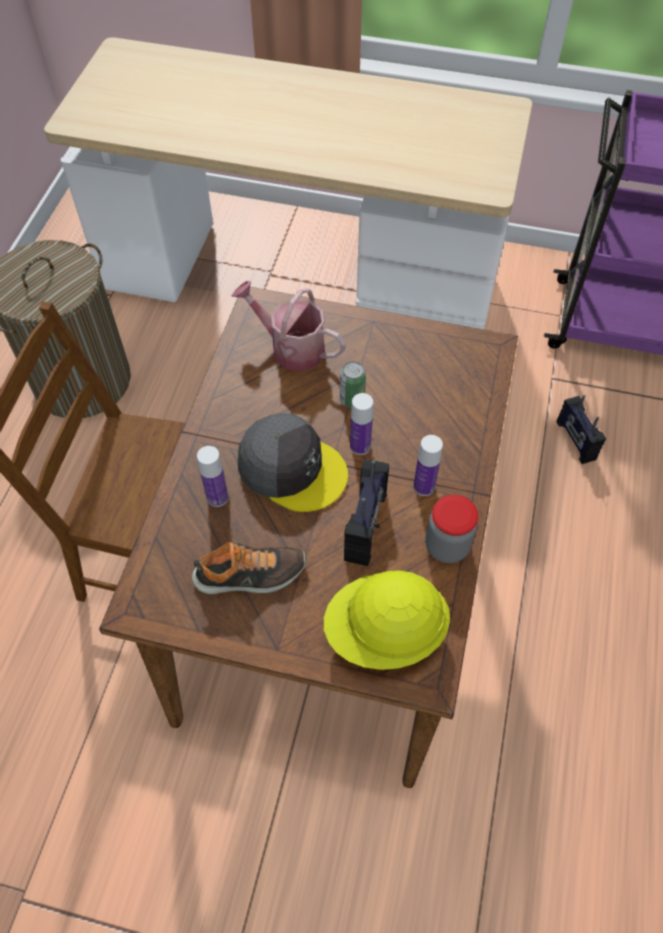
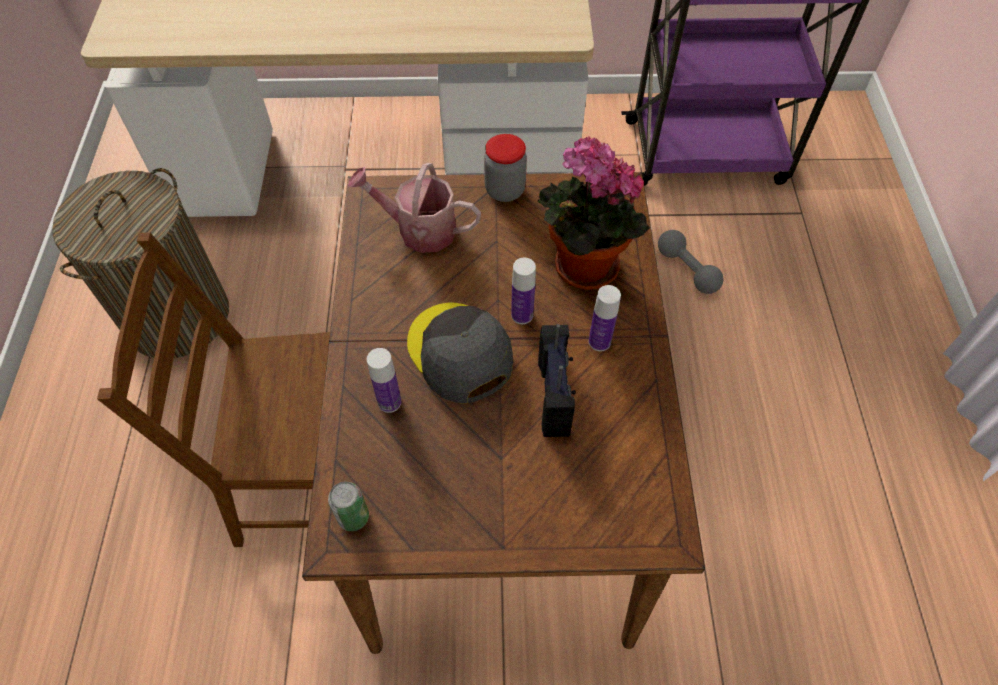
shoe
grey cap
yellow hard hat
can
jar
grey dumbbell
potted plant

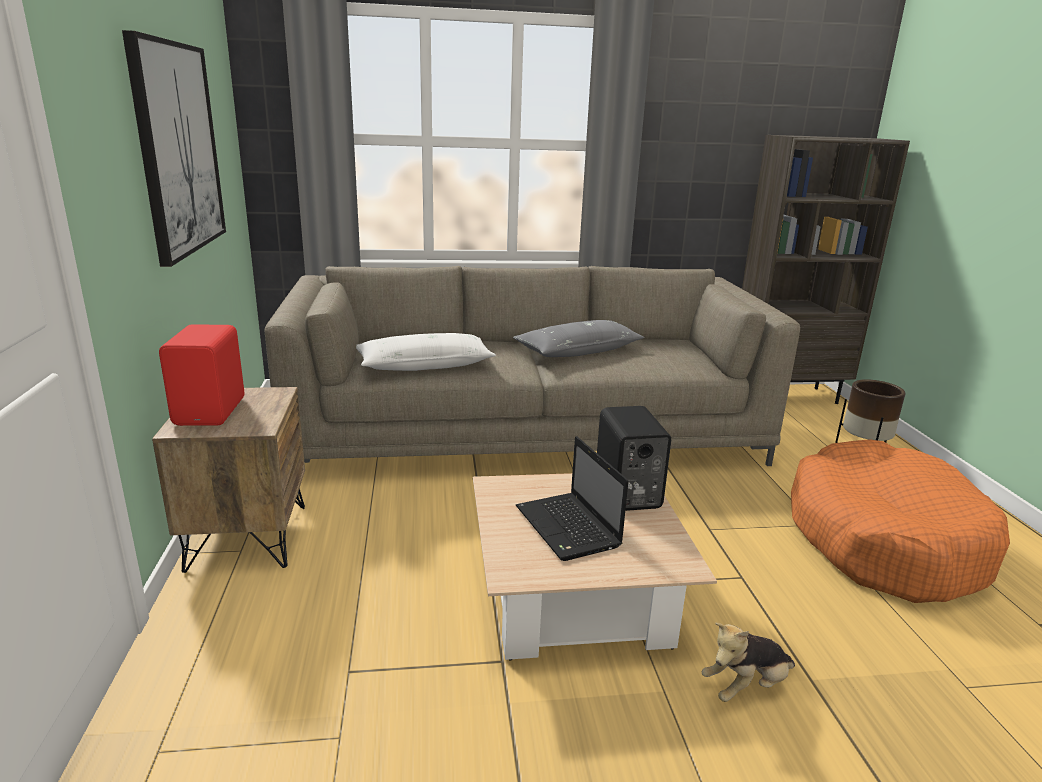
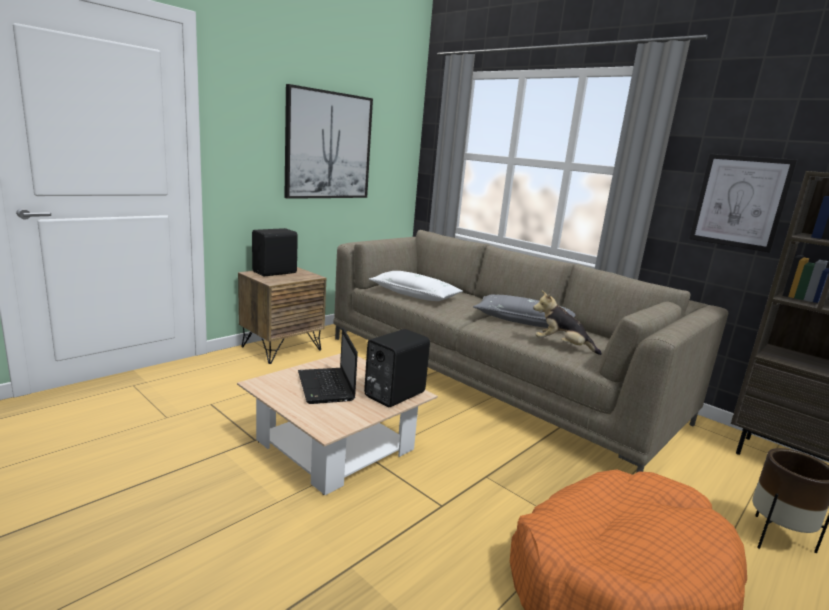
black speaker (no. 1 from left)
laptop
plush toy
picture (no. 2 from left)

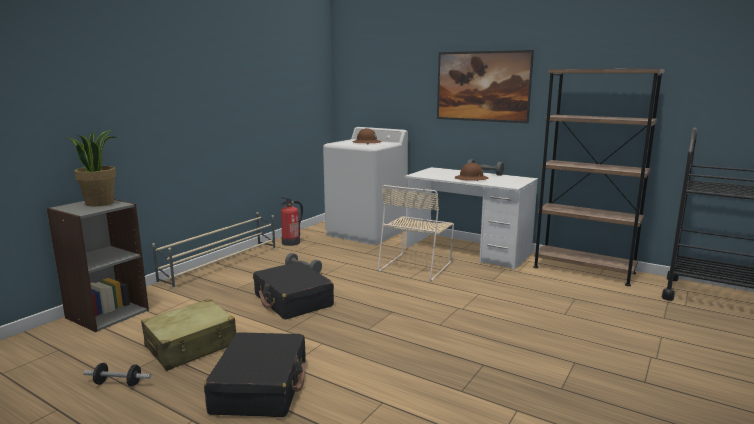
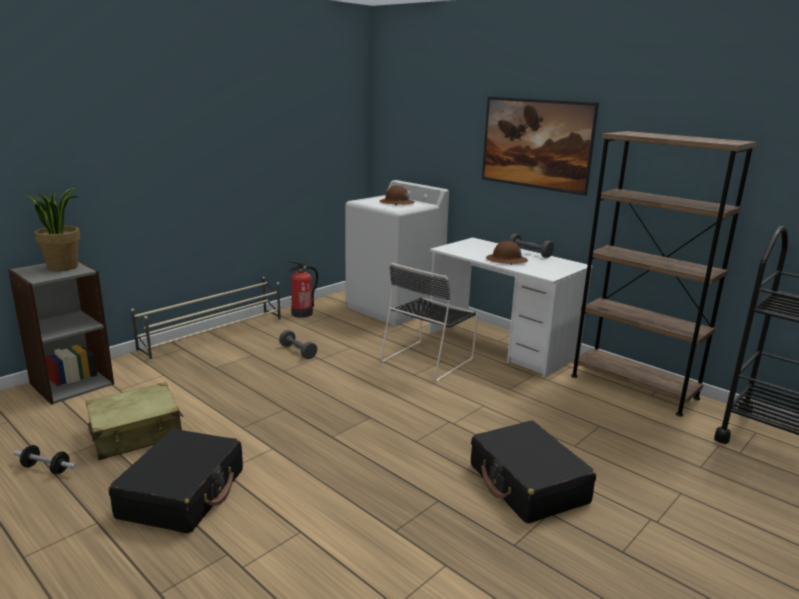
black suitcase (no. 2 from left)
black chair

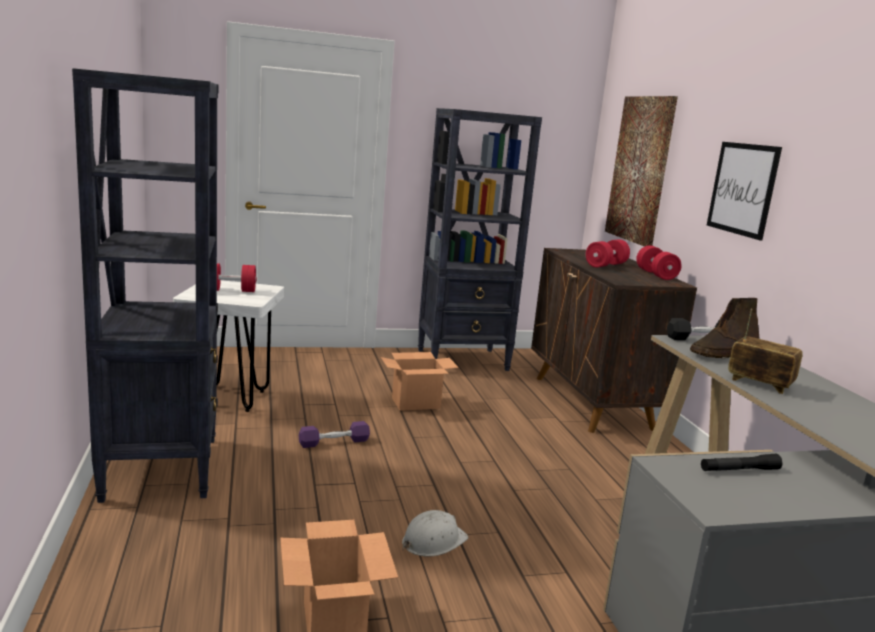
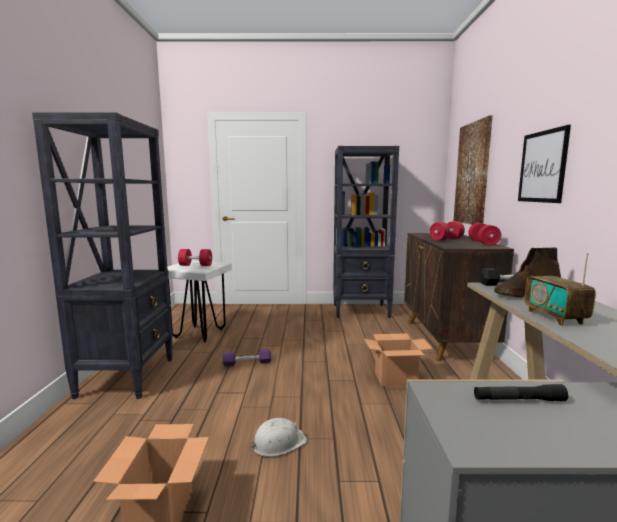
cardboard box (no. 2 from left)
radio

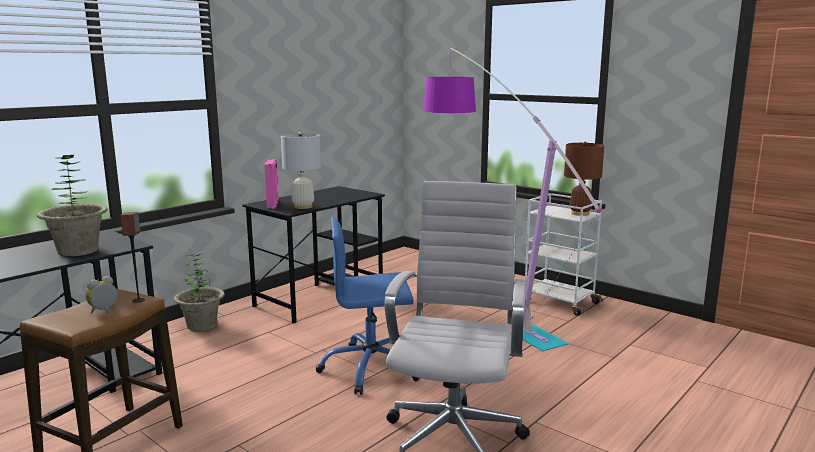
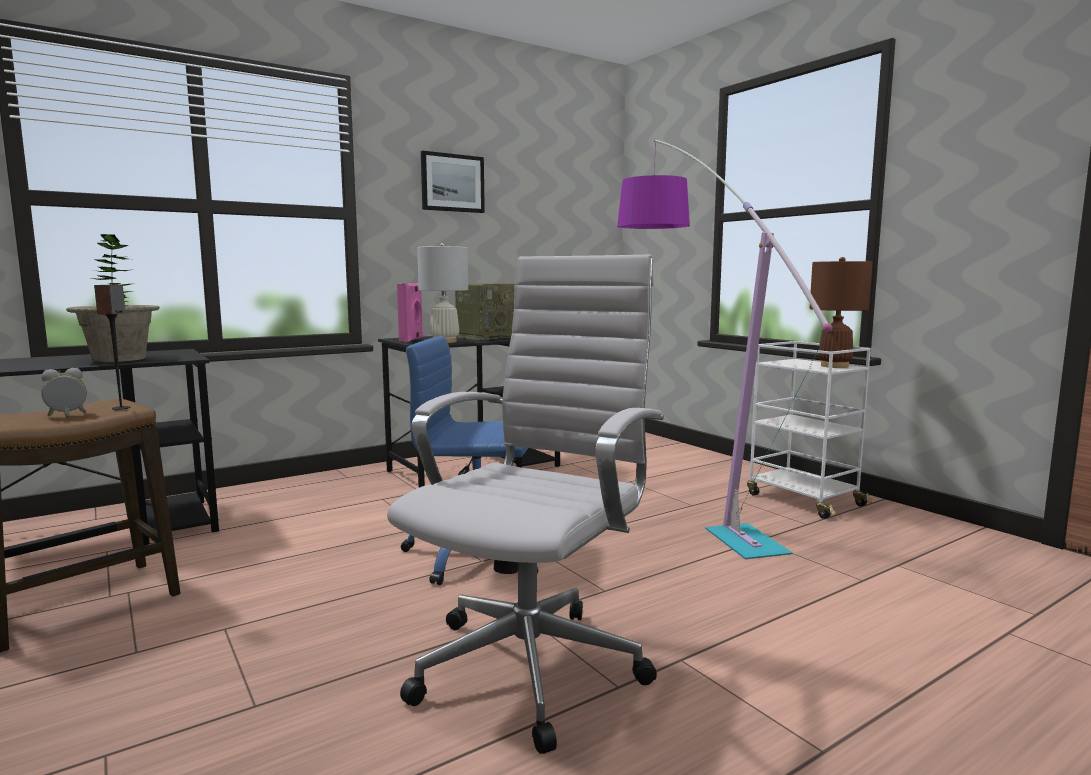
potted plant (no. 2 from left in the first image)
picture
radio

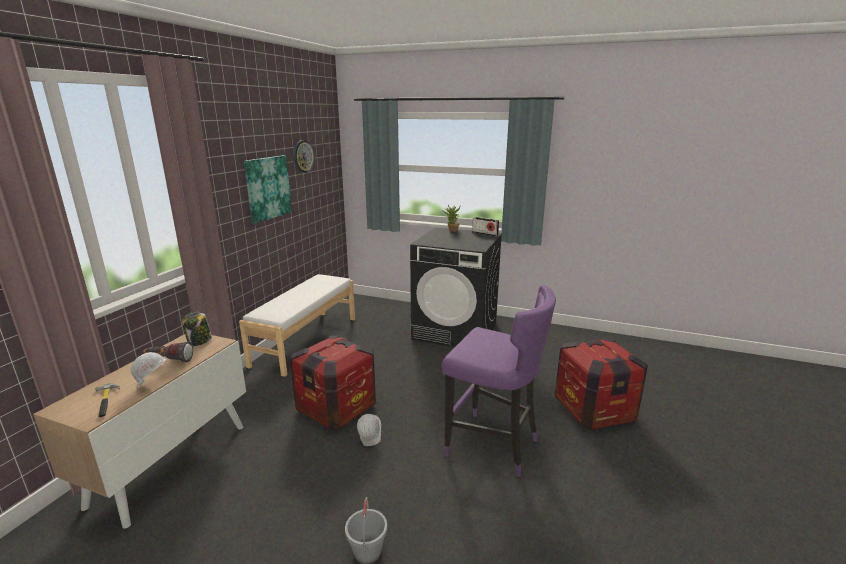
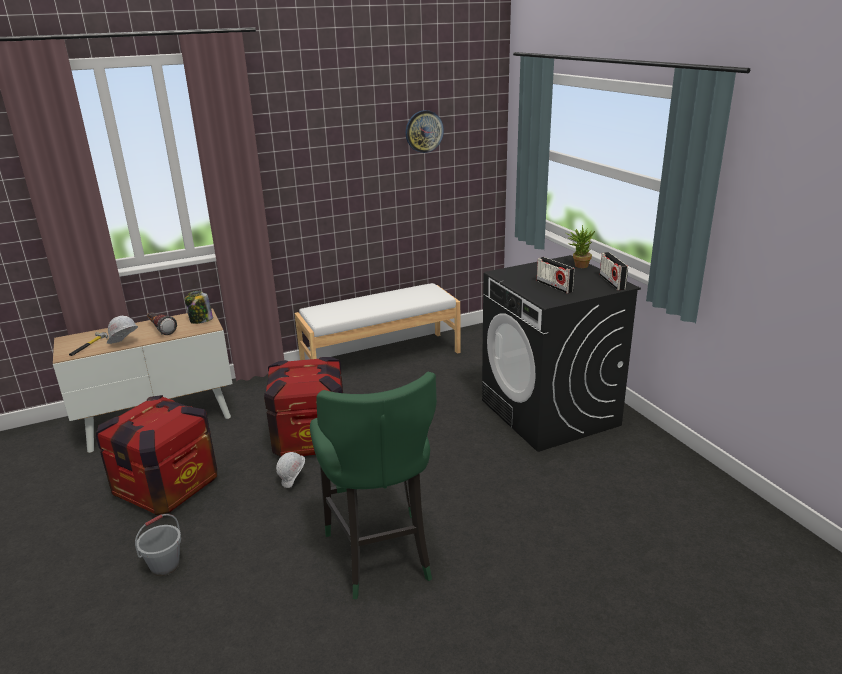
picture
green stool
crate (no. 1 from left)
radio (no. 1 from left)

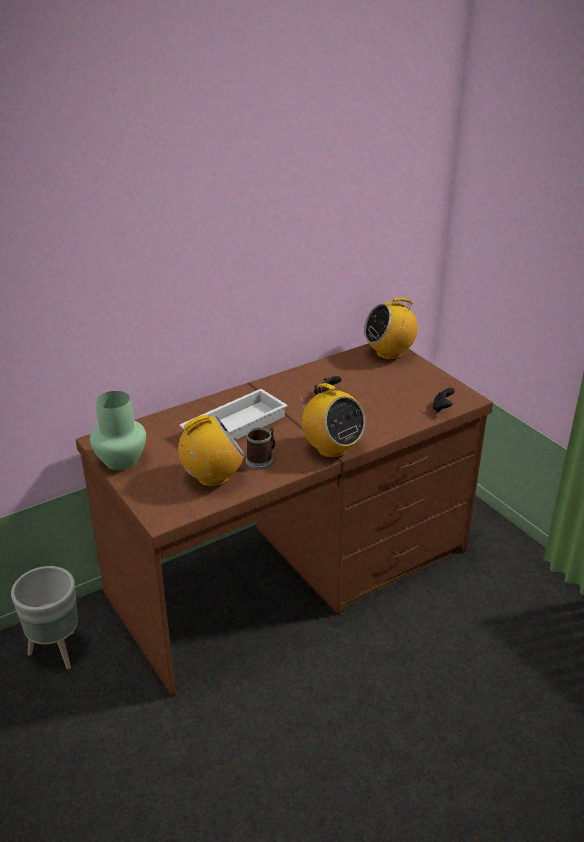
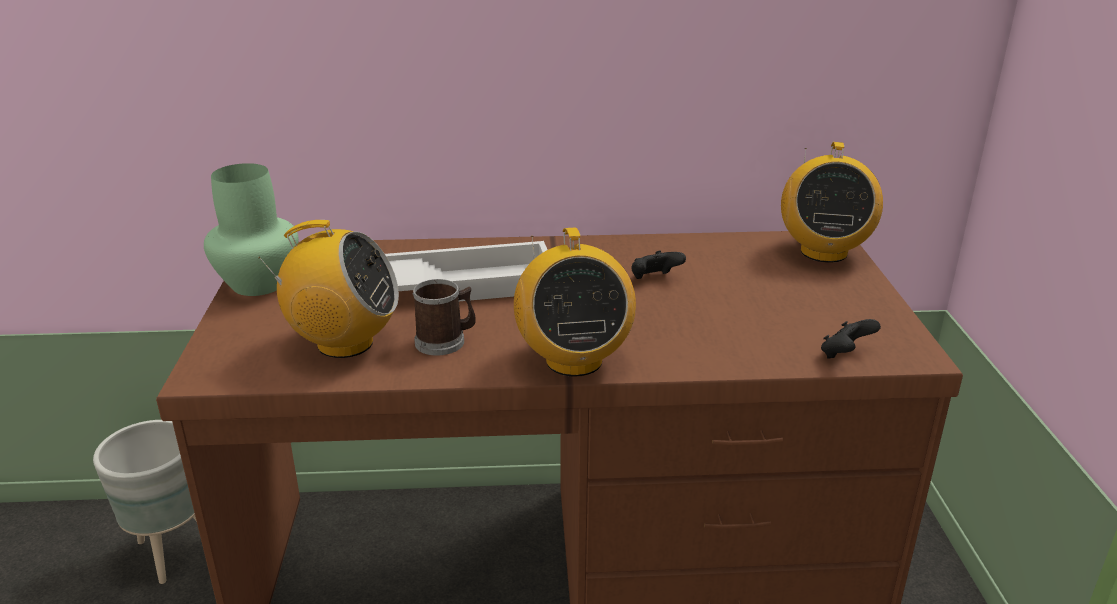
radio (no. 3 from left)

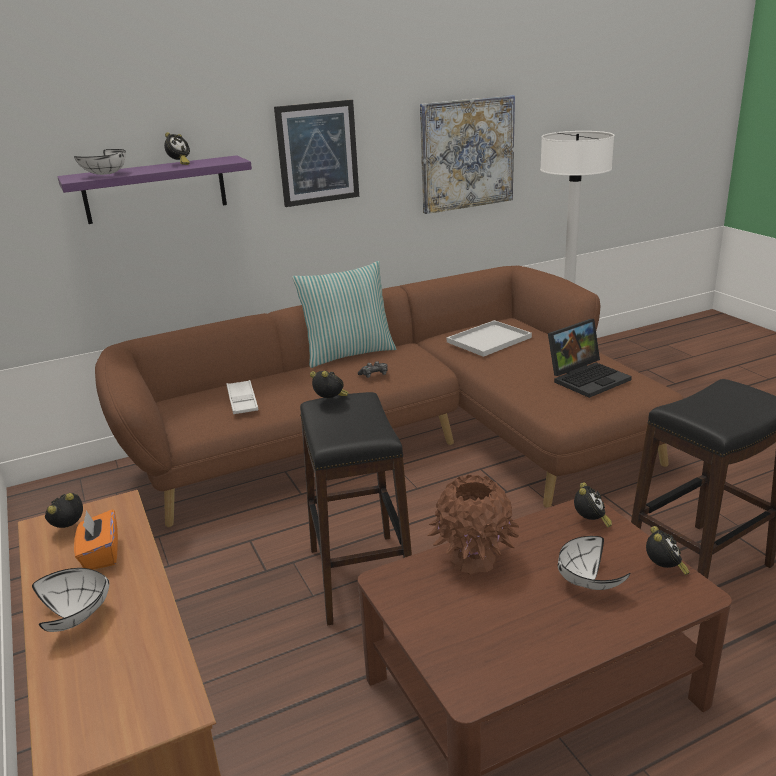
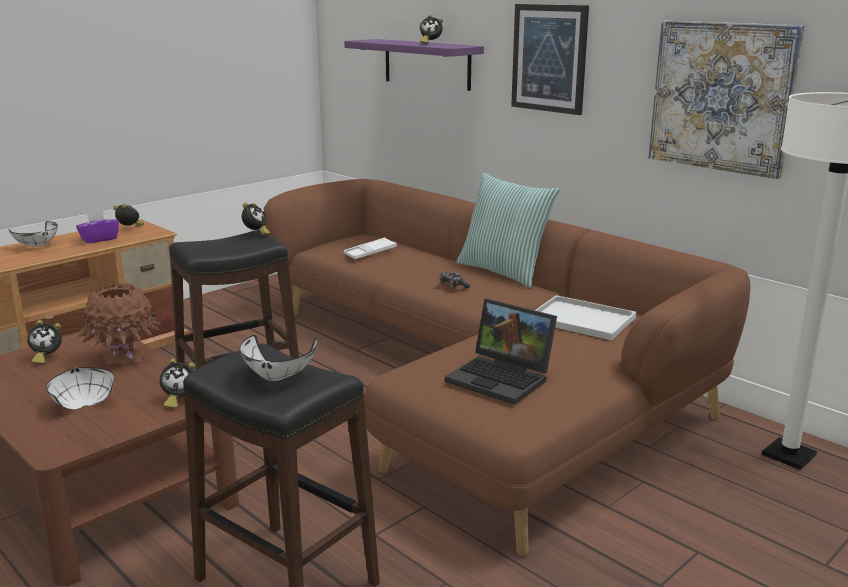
white bowl (no. 3 from left)
purple tissue box
alarm clock (no. 1 from left)

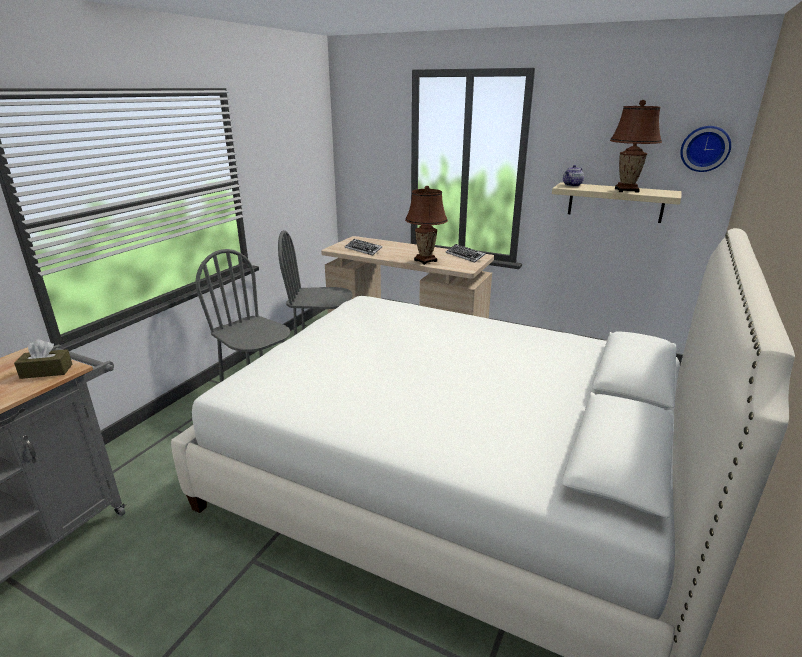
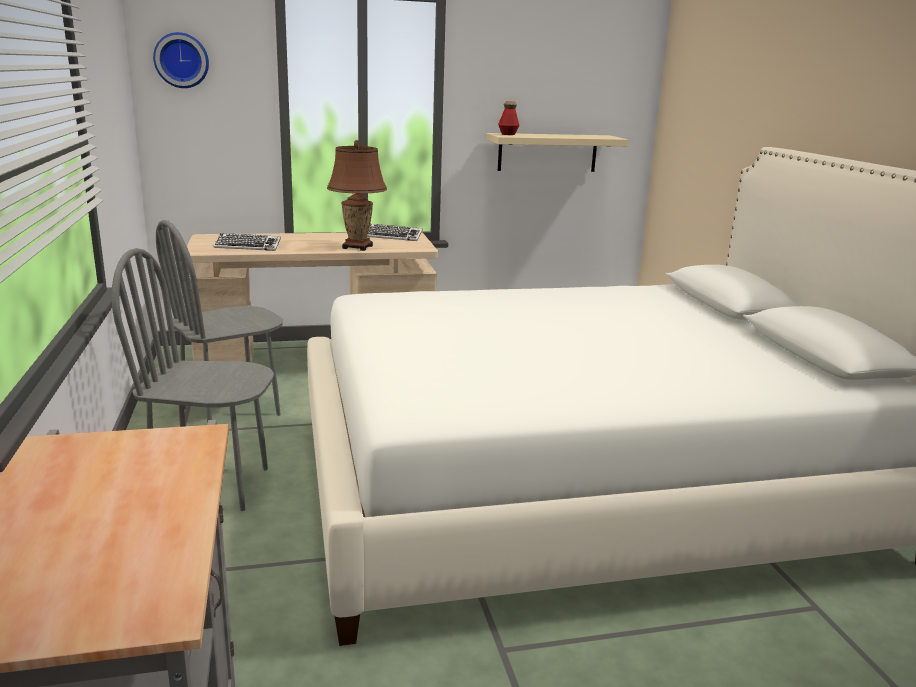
brown tissue box
bottle
brown table lamp (no. 2 from left in the first image)
wall clock

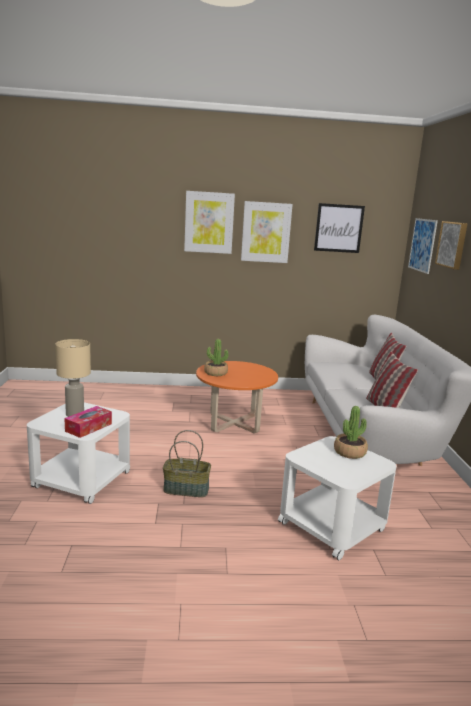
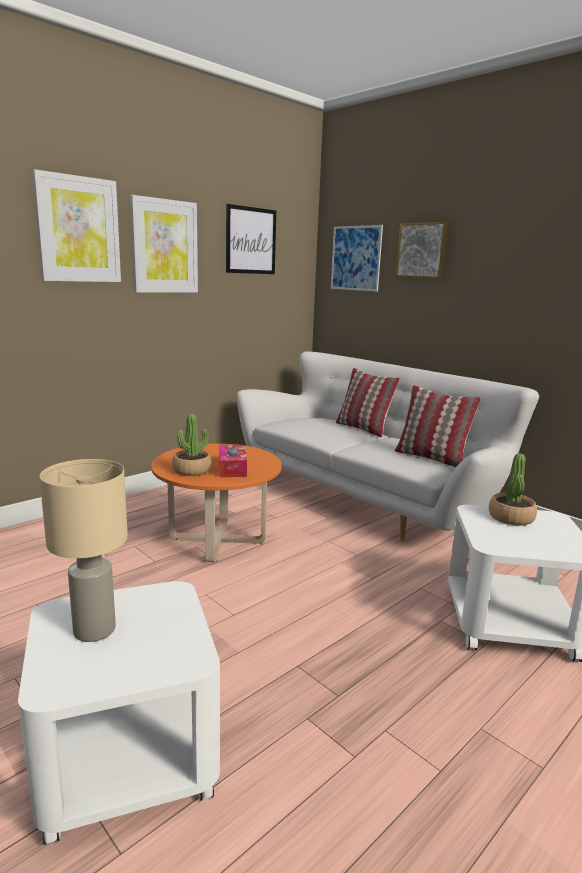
tissue box
basket

